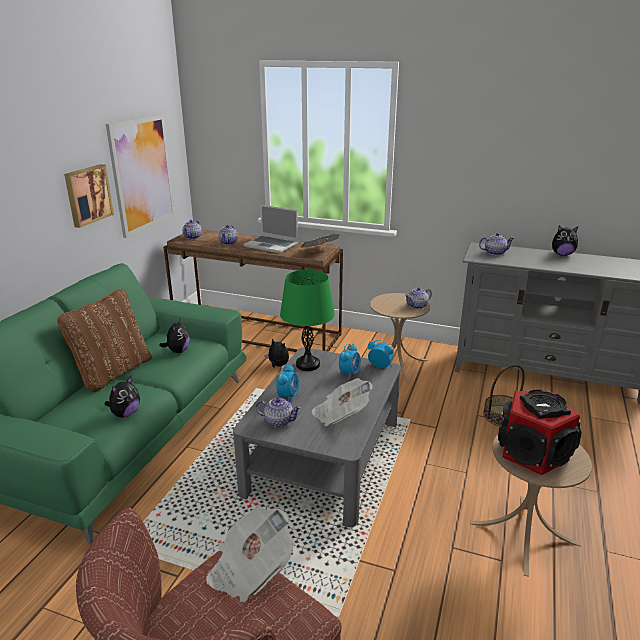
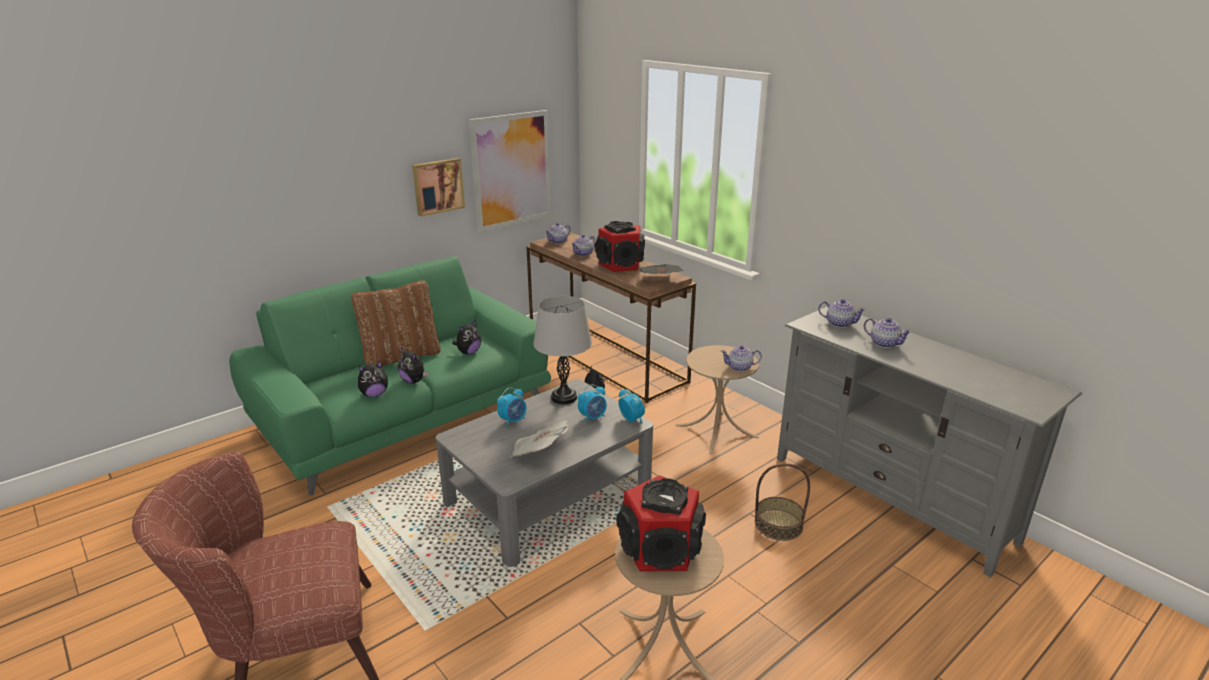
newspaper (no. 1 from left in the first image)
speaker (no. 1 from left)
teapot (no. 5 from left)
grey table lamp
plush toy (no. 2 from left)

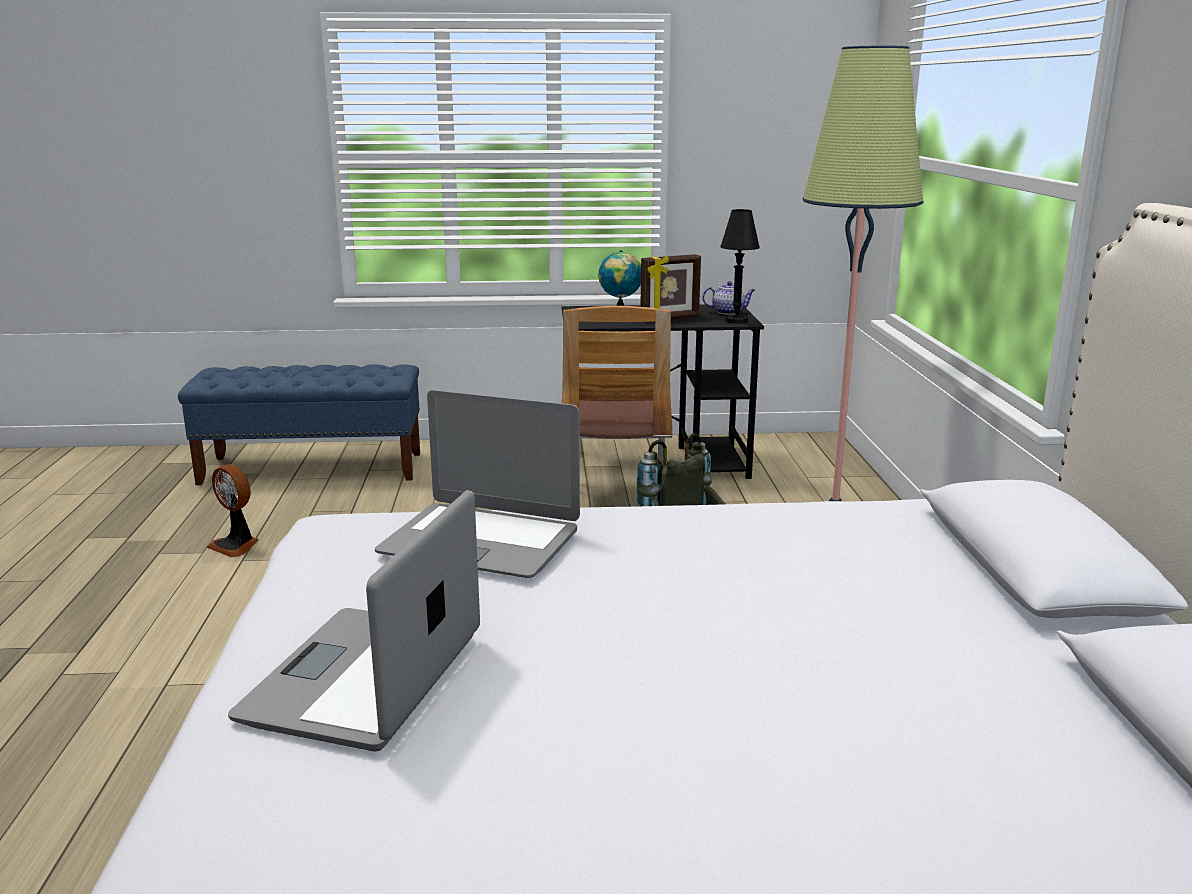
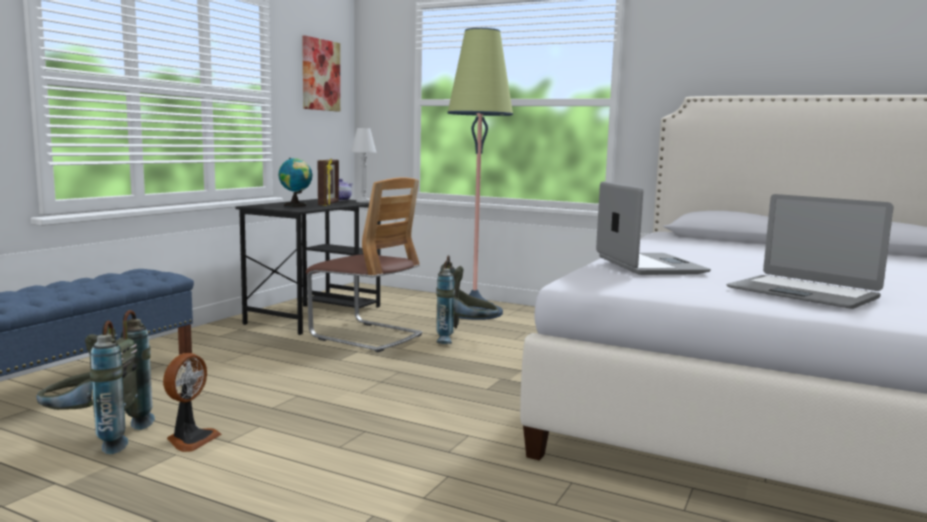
fan
laptop (no. 1 from left)
white table lamp
grey backpack (no. 1 from left)
picture

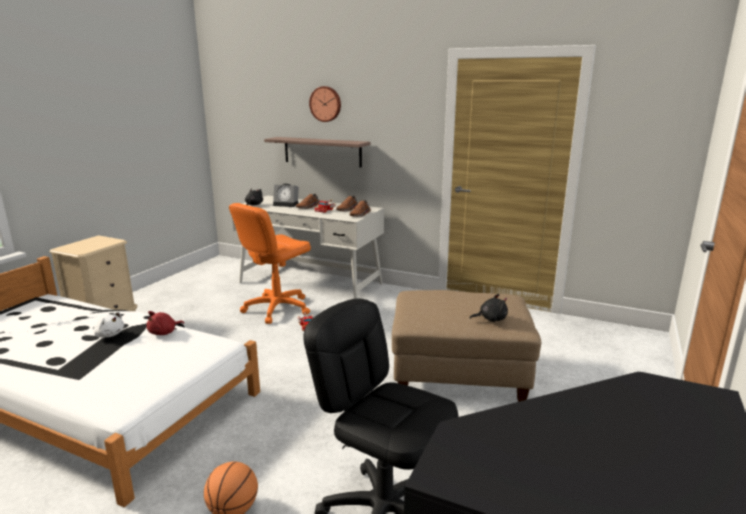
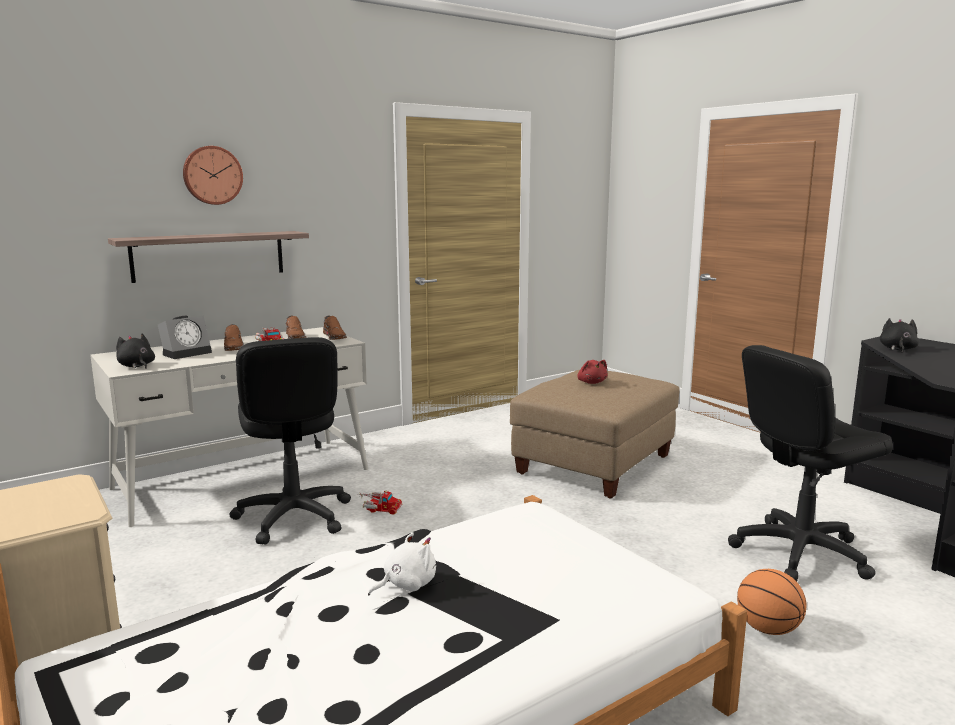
red plush toy
black office chair (no. 1 from left)
black plush toy (no. 2 from left)

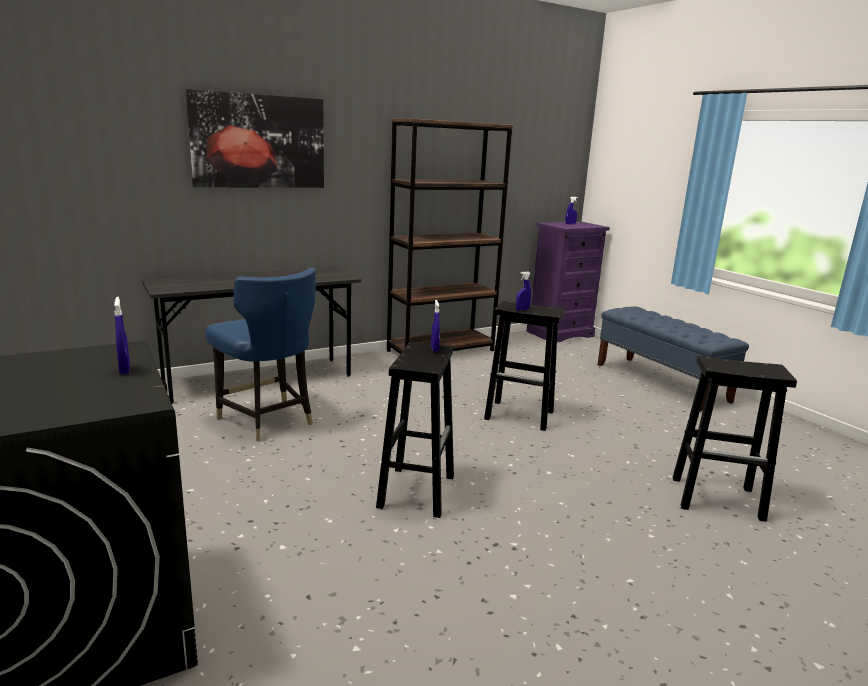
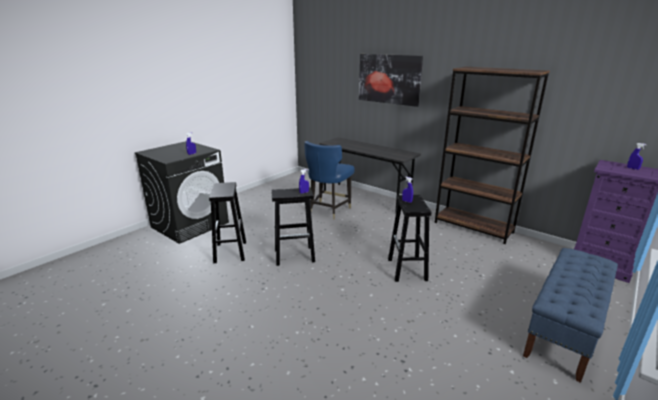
black stool (no. 1 from left)

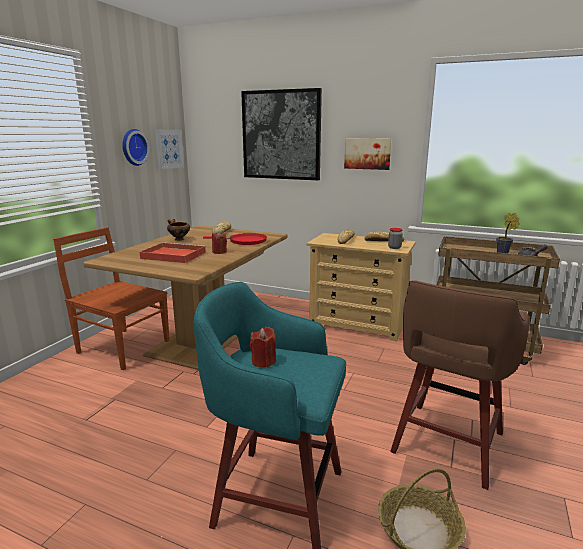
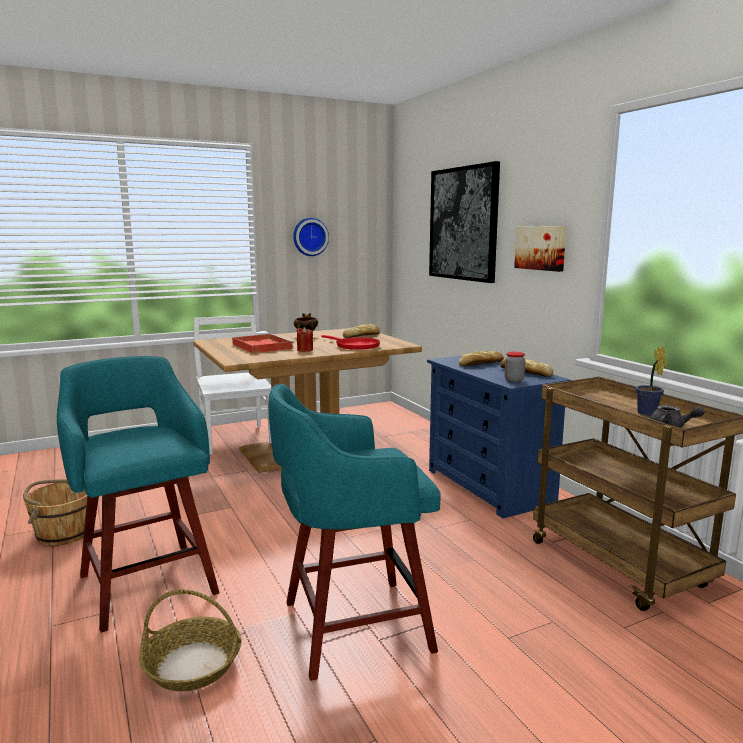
white chair
picture (no. 1 from left in the first image)
red candle (no. 2 from left in the first image)
blue dresser
turquoise stool (no. 2 from left)
brown bucket

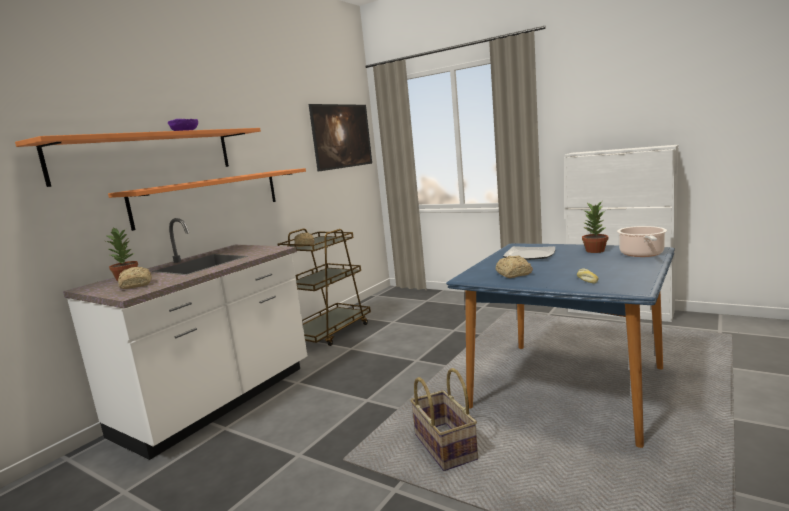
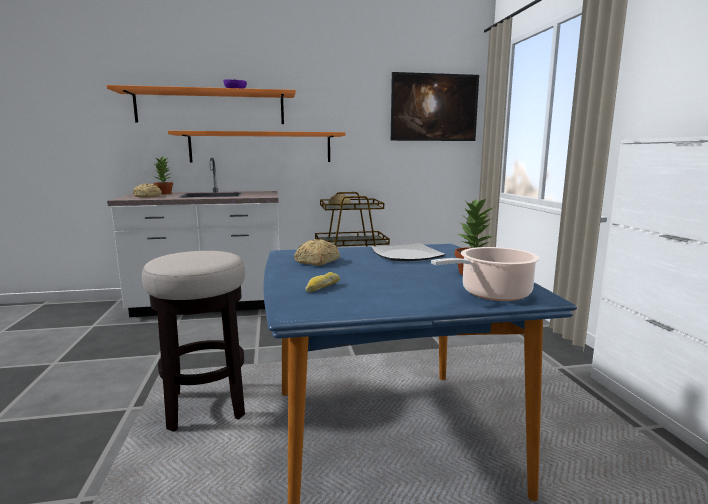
stool

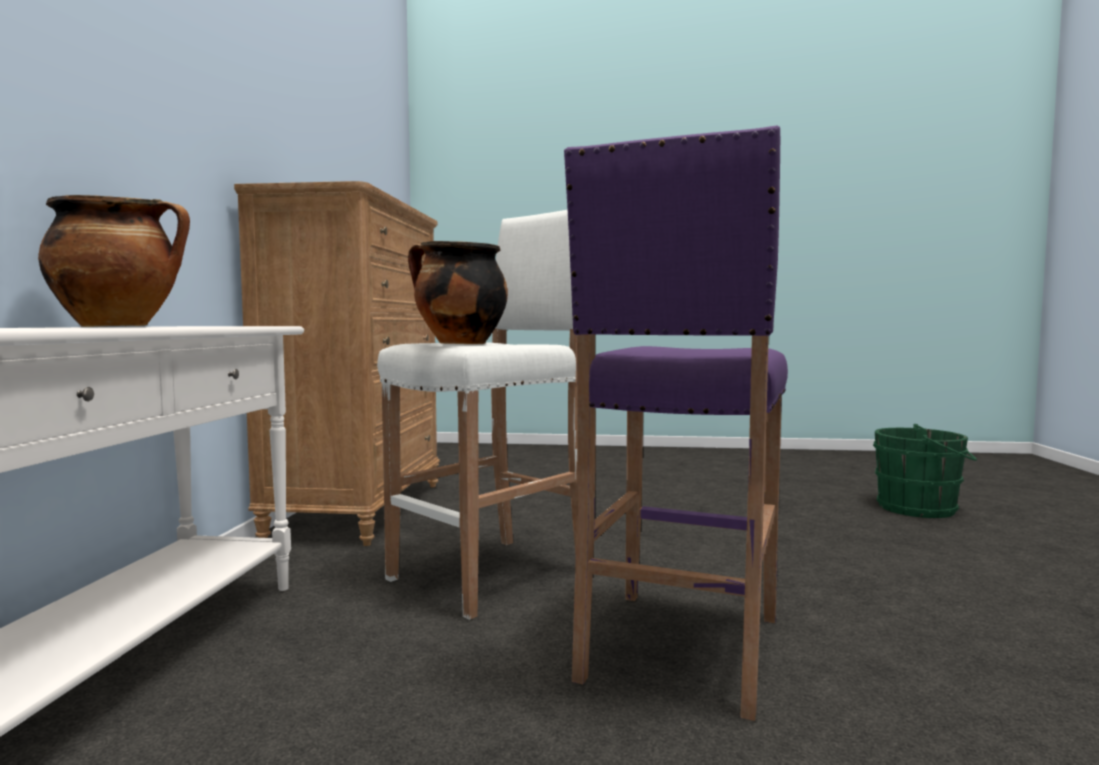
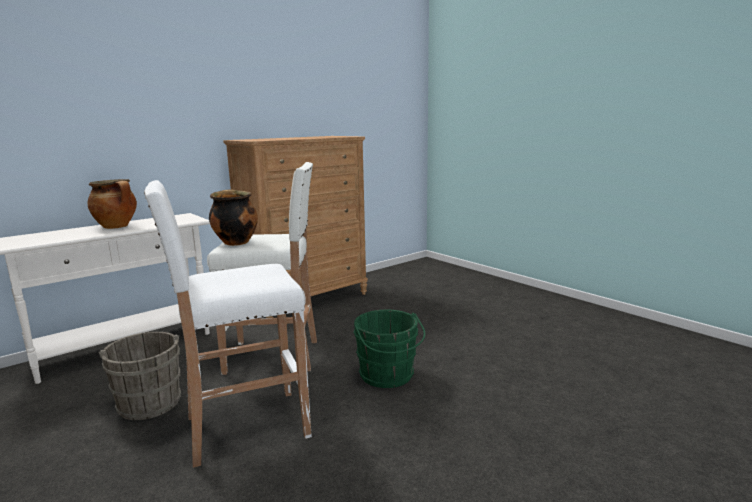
white stool (no. 1 from left)
green bucket
grey bucket

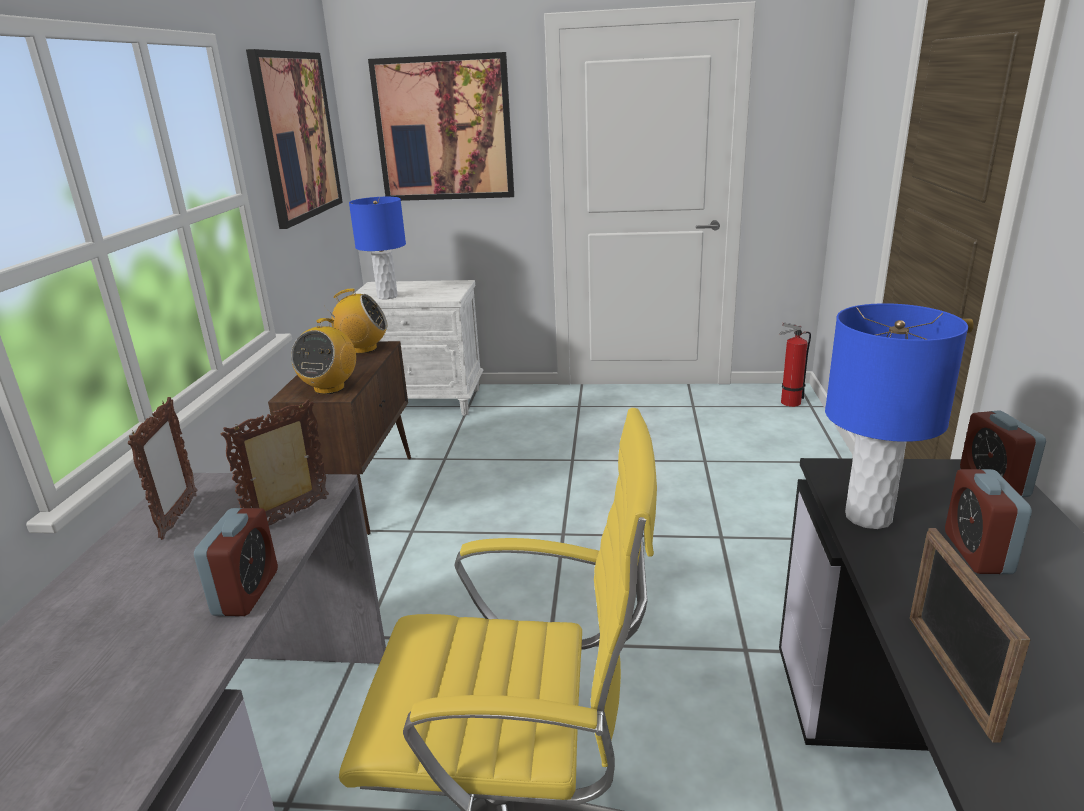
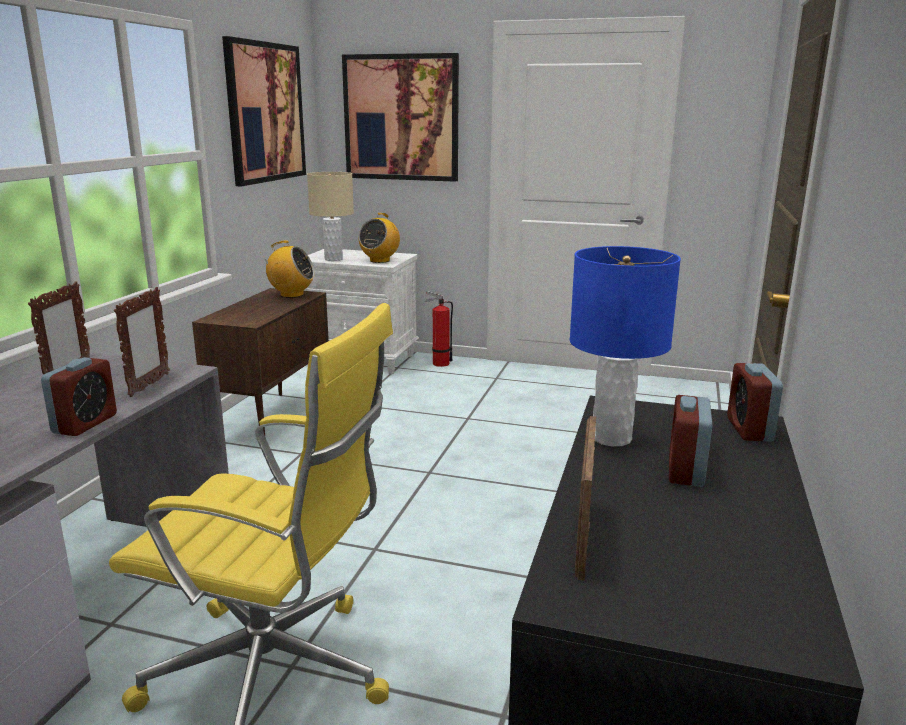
picture frame (no. 2 from left)
radio (no. 2 from left)
beige table lamp
fire extinguisher

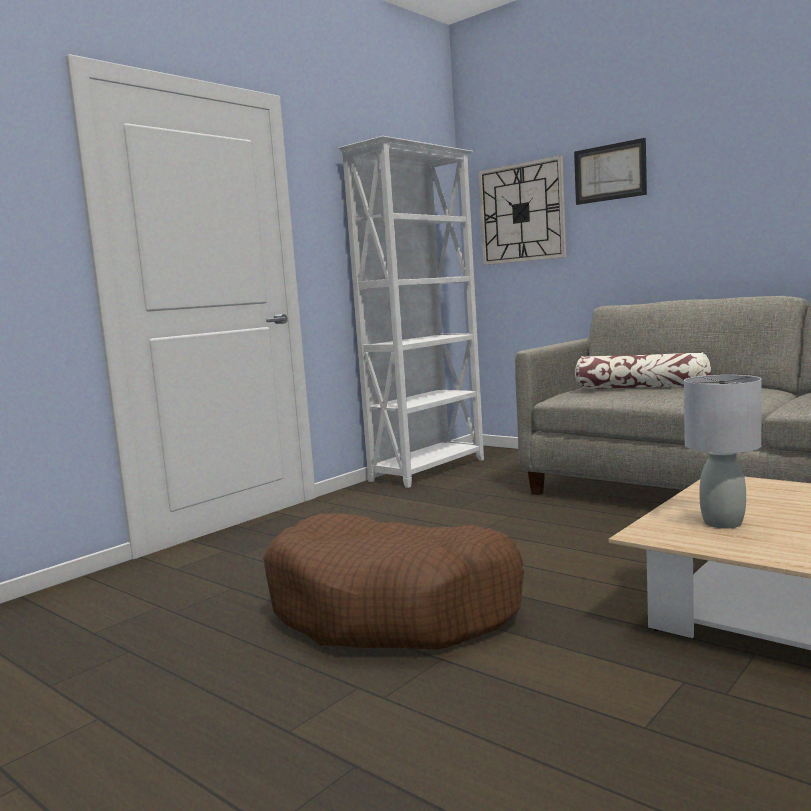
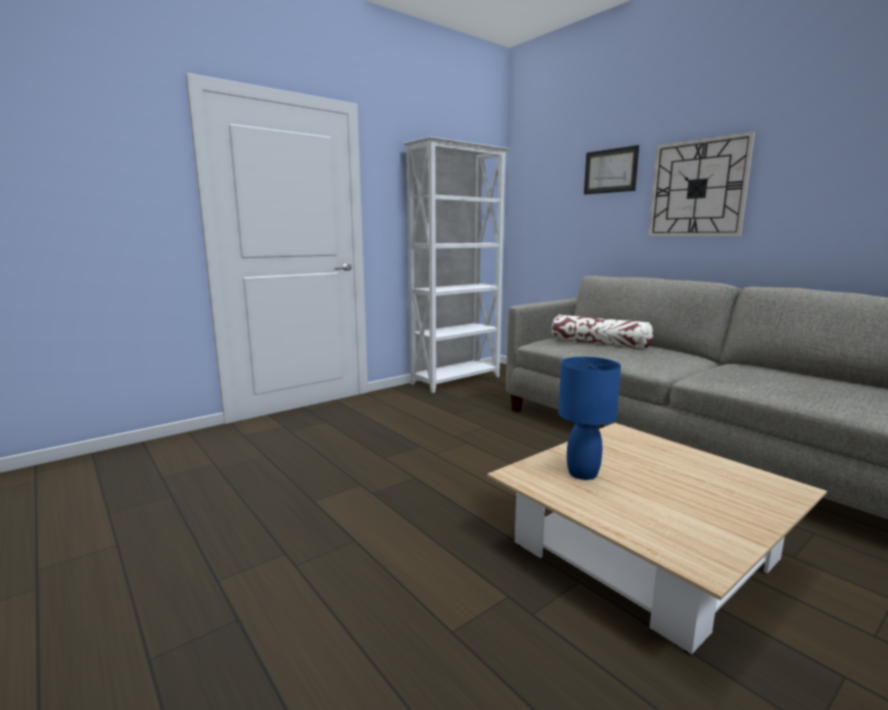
brown dog bed
wall clock
blue table lamp

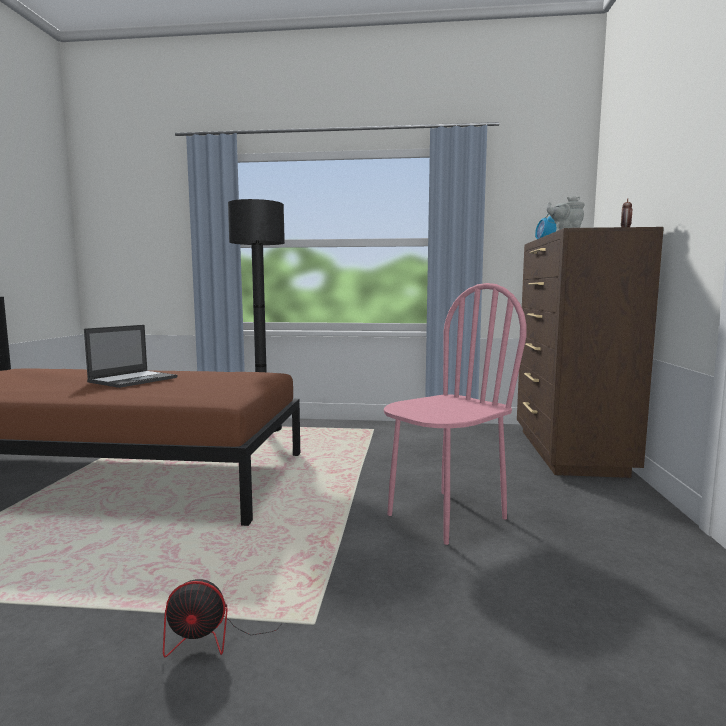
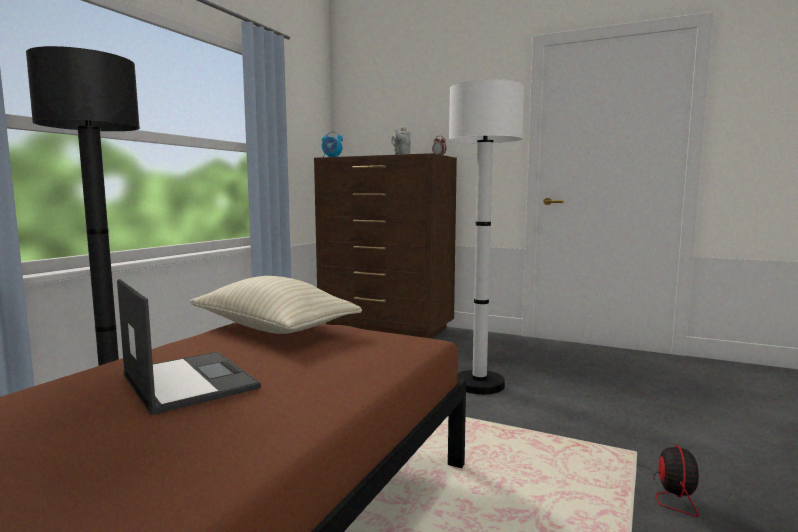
white floor lamp
beige pillow

